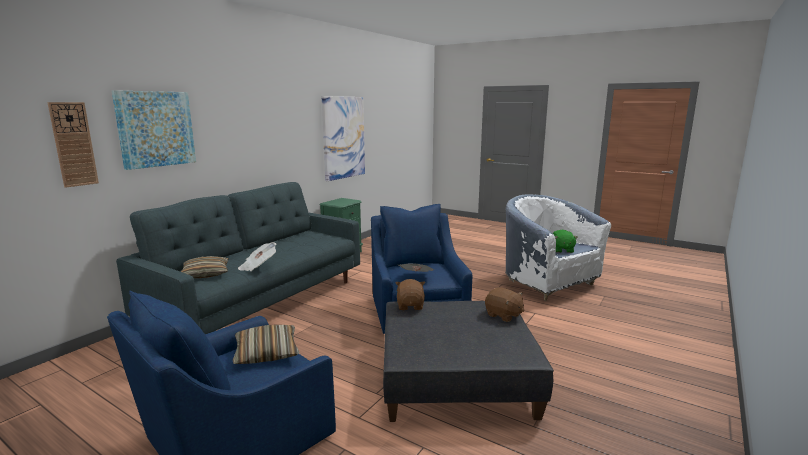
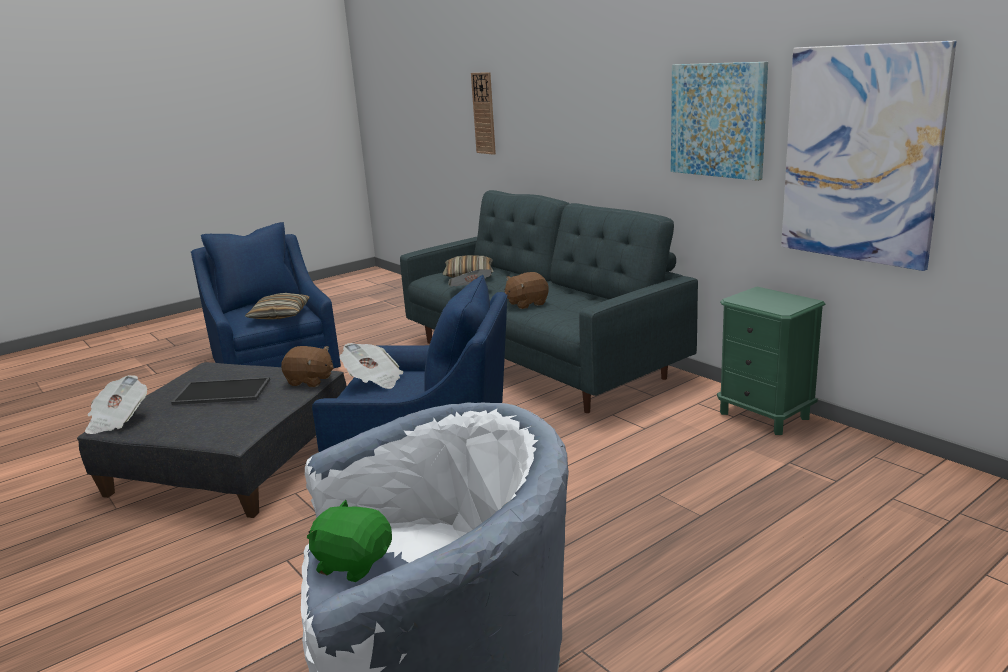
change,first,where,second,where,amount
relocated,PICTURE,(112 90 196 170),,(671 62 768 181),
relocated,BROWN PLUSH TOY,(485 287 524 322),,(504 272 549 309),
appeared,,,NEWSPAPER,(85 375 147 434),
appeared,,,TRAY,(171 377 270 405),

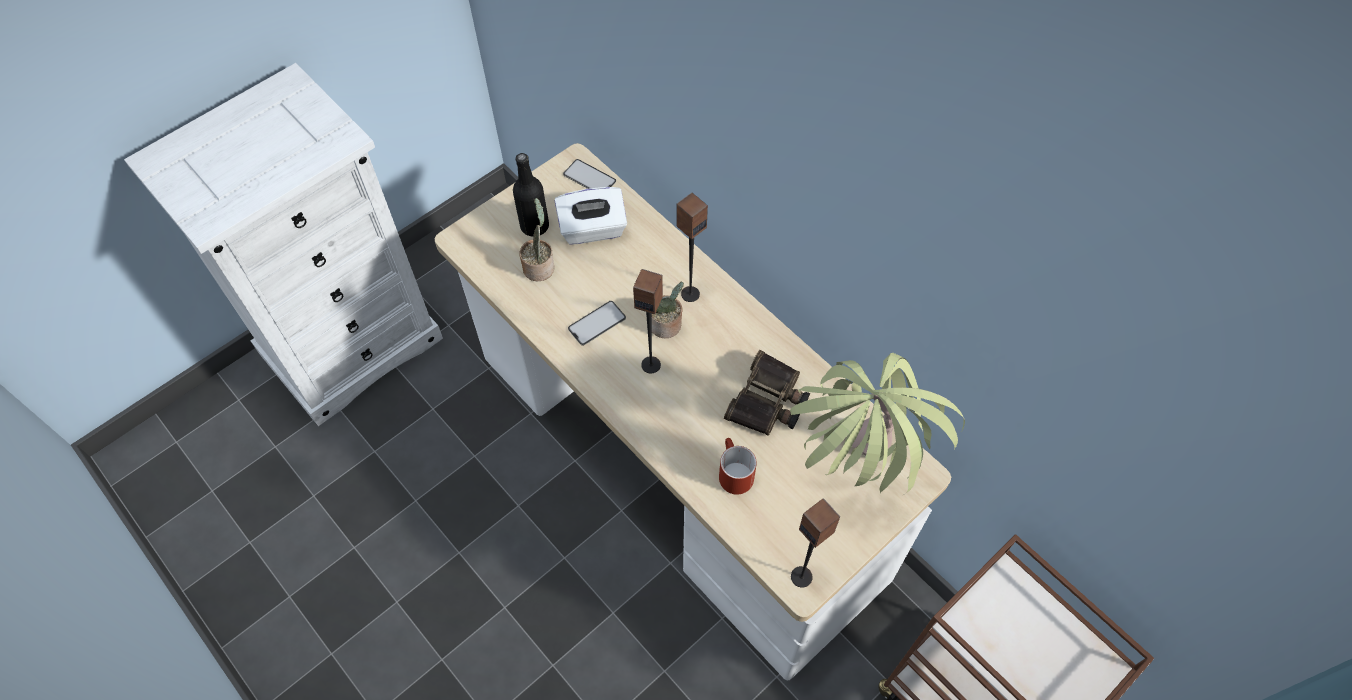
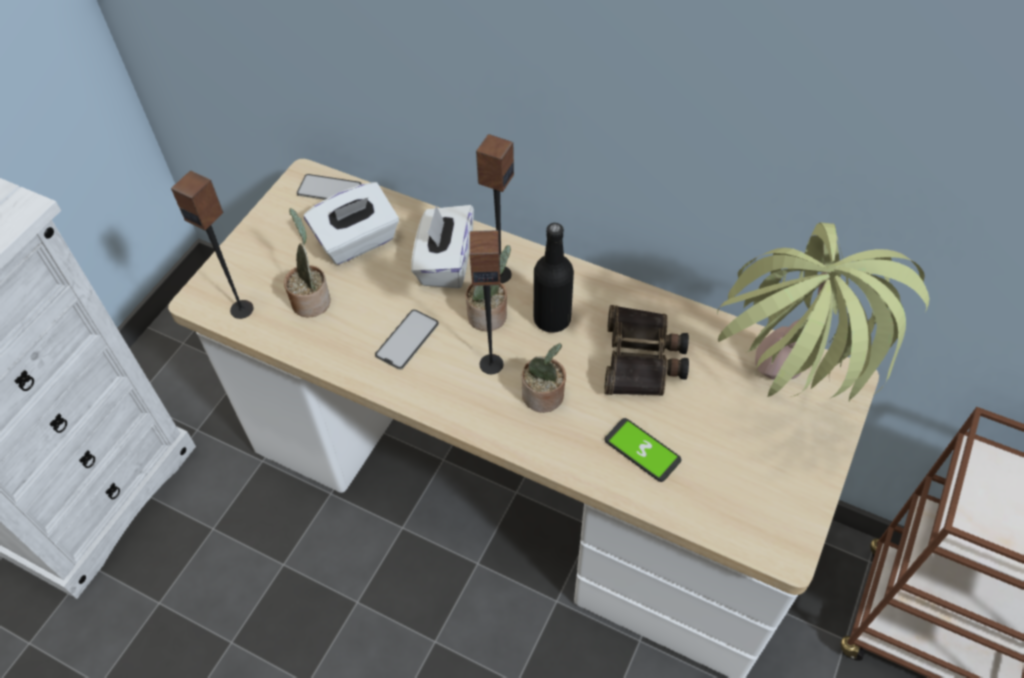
change,first,where,second,where,amount
relocated,BLACK BOTTLE,(513 153 549 237),,(534 223 574 333),
exchanged,RED MUG,(719 438 757 495),PHONE,(604 418 682 482),
relocated,SPEAKER,(791 498 840 588),,(171 171 253 319),
appeared,,,WHITE TISSUE BOX,(411 205 474 288),
appeared,,,POTTED PLANT,(522 343 566 413),

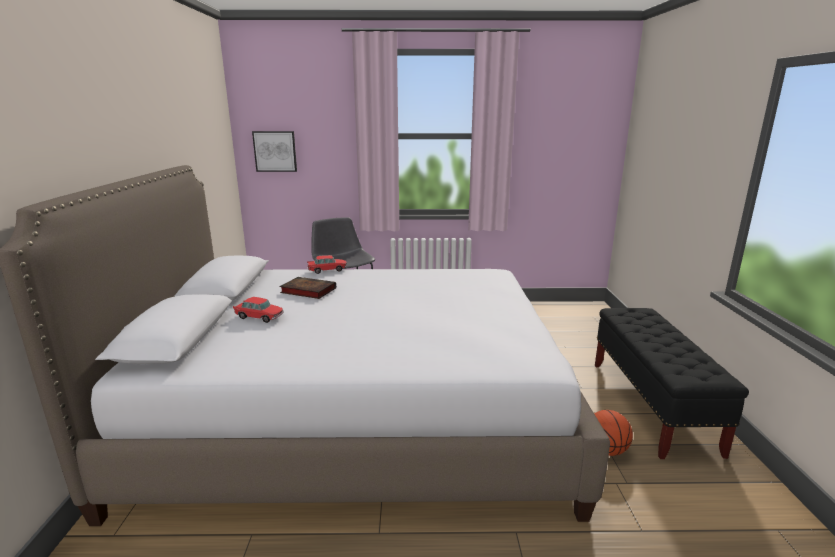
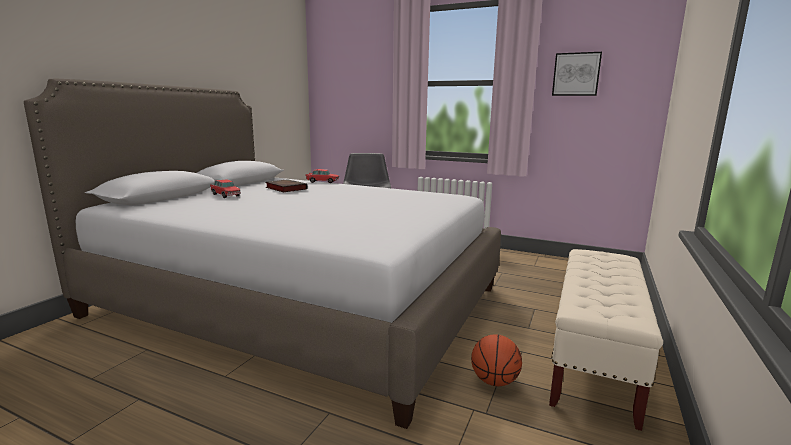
change,first,where,second,where,amount
relocated,PICTURE,(252 131 297 172),,(552 52 602 96),
colour,BLACK BENCH,(595 308 749 459),BEIGE BENCH,(549 249 663 431),

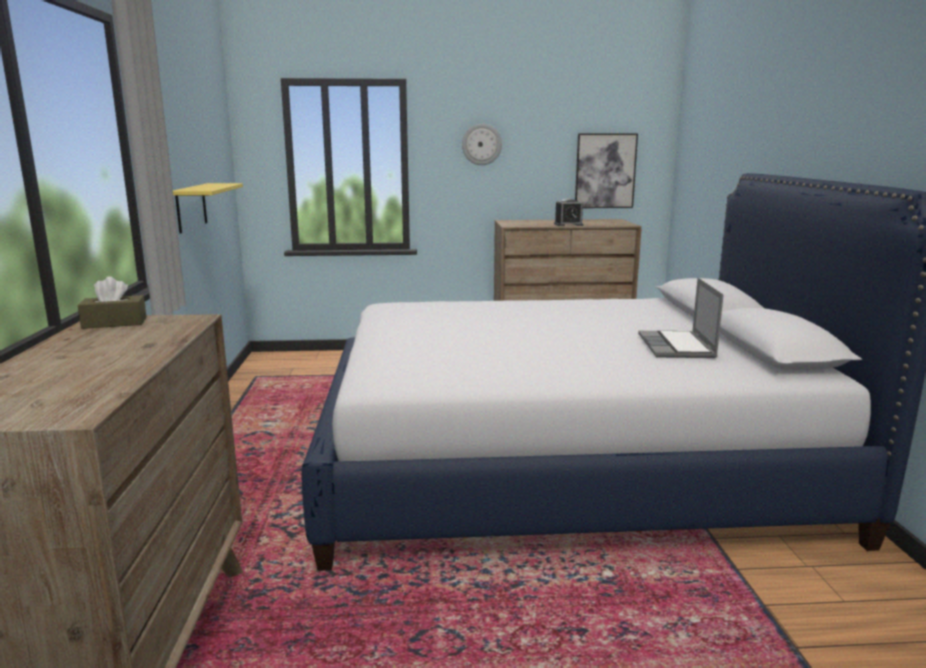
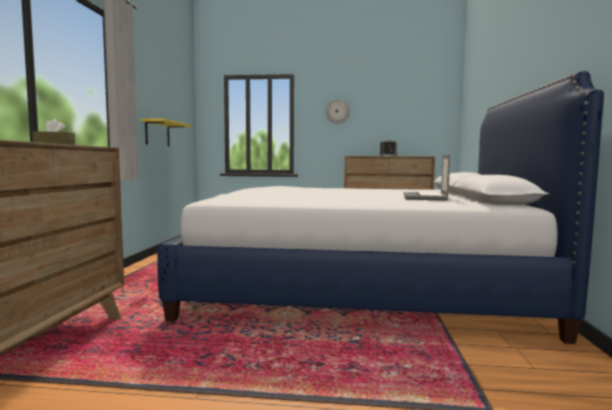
change,first,where,second,where,amount
missing,PICTURE,(575 134 638 208),,,

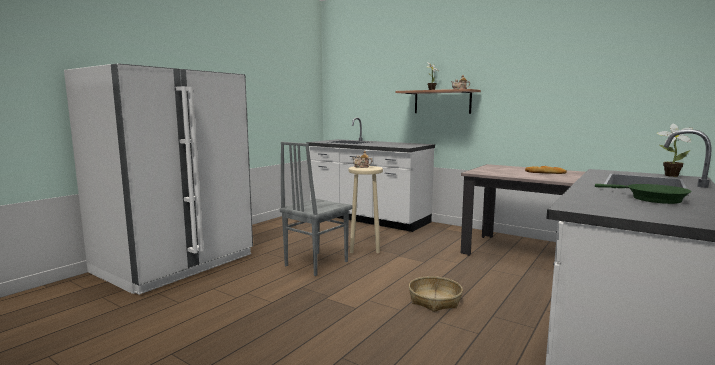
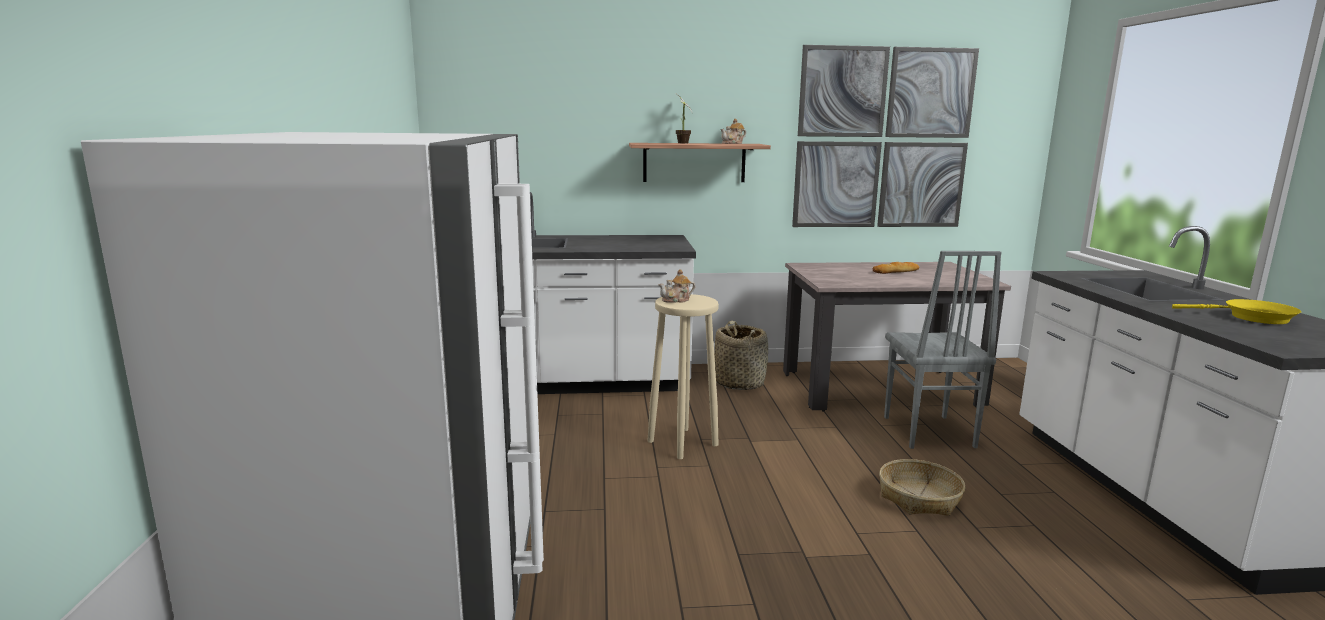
change,first,where,second,where,amount
relocated,GREY CHAIR,(280 142 353 276),,(884 251 1002 449),
colour,GREEN FRYING PAN,(595 184 692 204),YELLOW FRYING PAN,(1172 299 1301 324),
missing,POTTED PLANT,(657 124 693 177),,,
appeared,,,BASKET,(714 320 768 390),
appeared,,,PICTURE,(792 45 979 227),

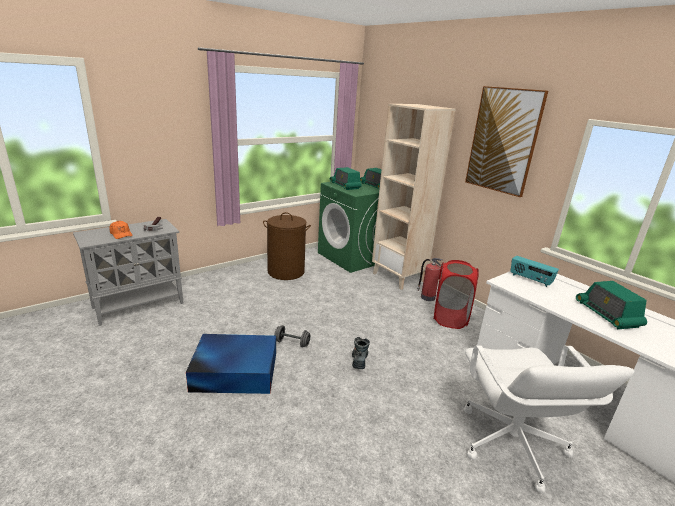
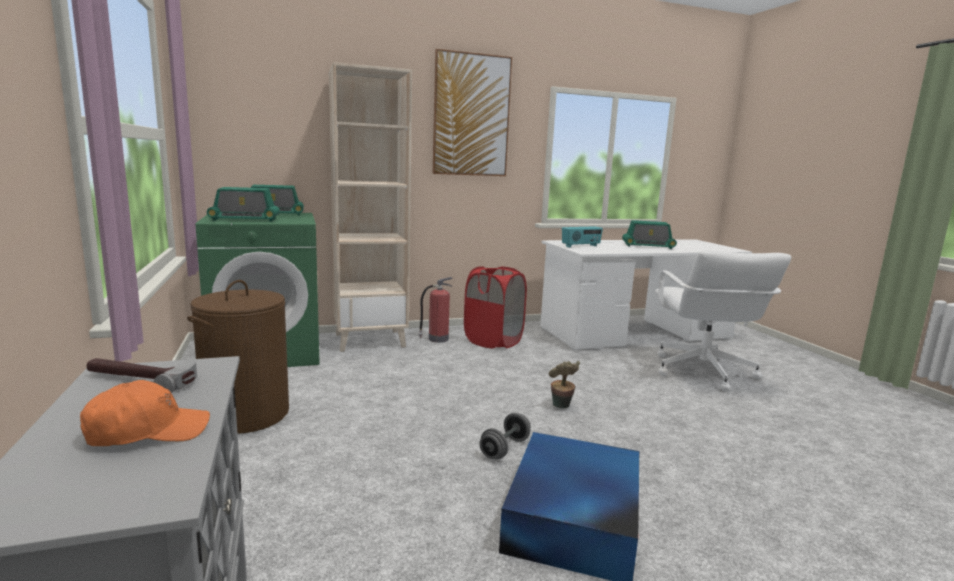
change,first,where,second,where,amount
exchanged,BOOT,(352 337 370 369),POTTED PLANT,(549 361 580 408),
spun,WHITE OFFICE CHAIR,(464 345 635 494),,(655 250 791 392),75 degrees clockwise

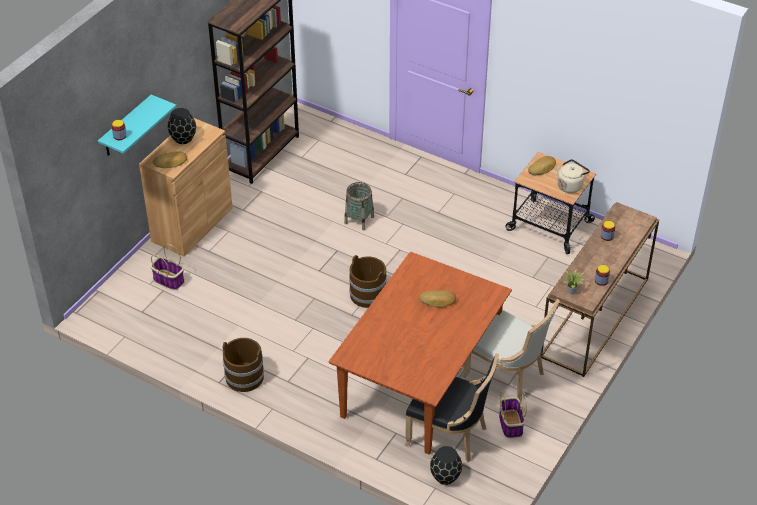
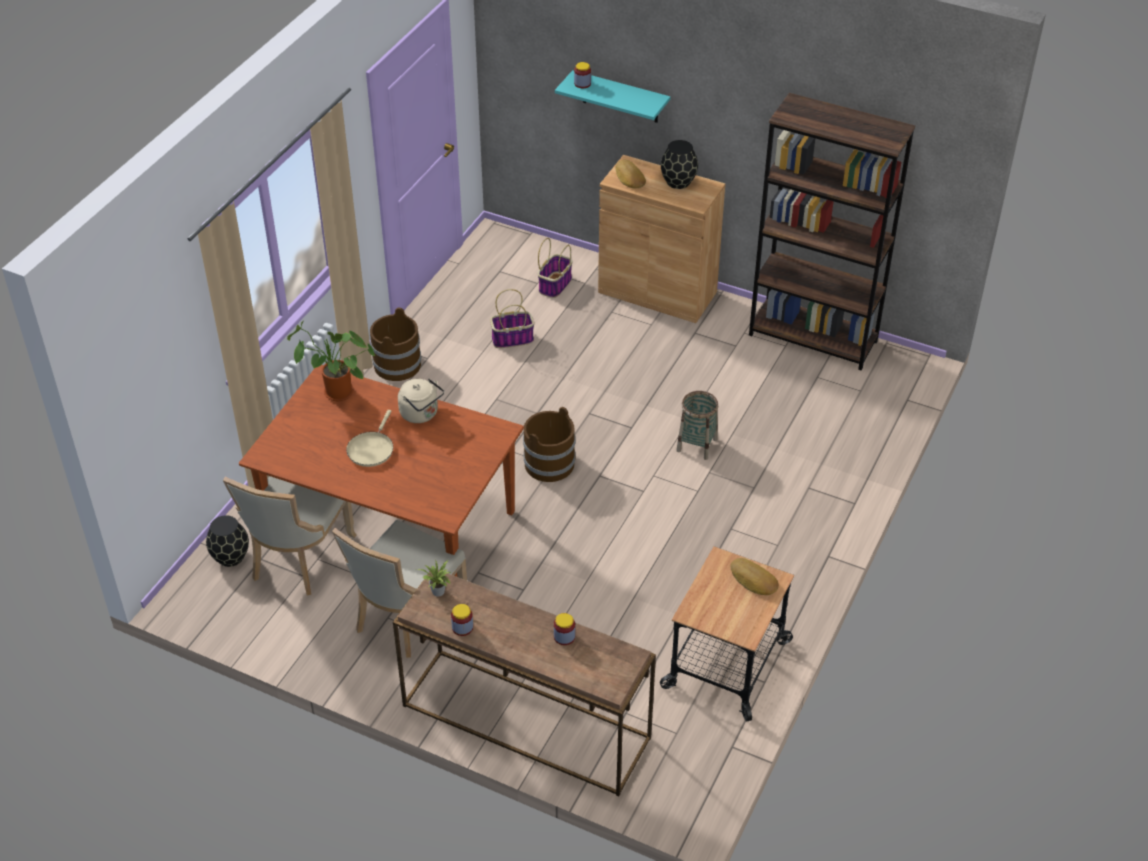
change,first,where,second,where,amount
colour,BLACK CHAIR,(404 353 499 462),BEIGE CHAIR,(223 476 357 596),
missing,BREAD,(419 290 456 307),,,
relocated,BASKET,(499 390 527 438),,(490 289 534 348),
relocated,BEIGE KETTLE,(557 159 590 193),,(398 378 444 423),
appeared,,,POTTED PLANT,(287 320 375 401),
appeared,,,BEIGE FRYING PAN,(346 410 393 467),

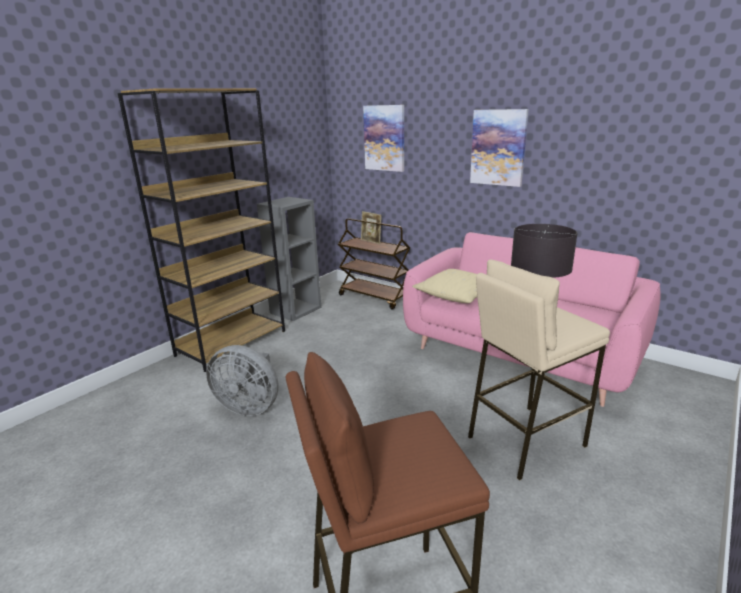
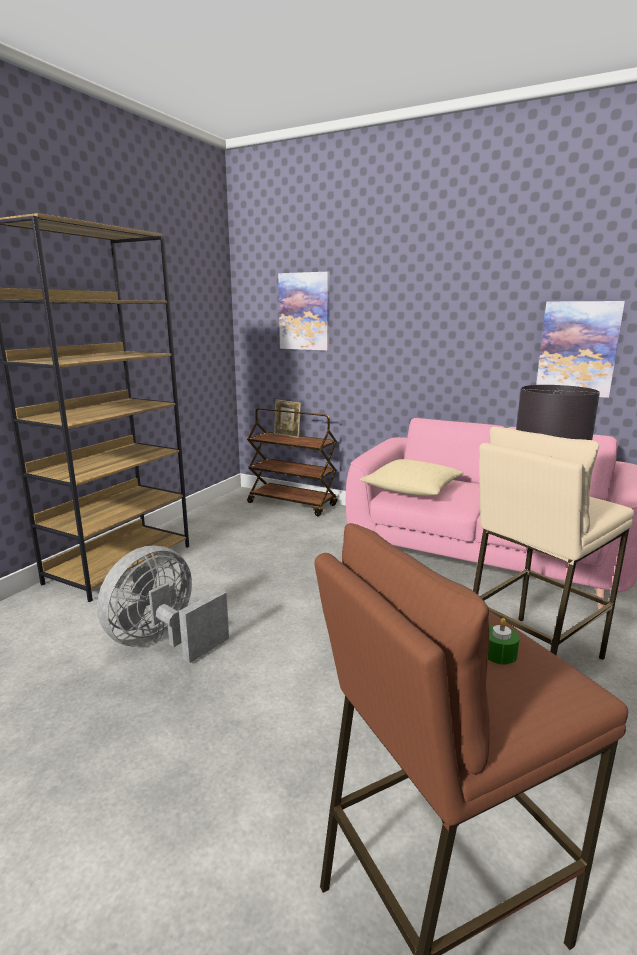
change,first,where,second,where,amount
spun,GREY FAN,(206 345 279 416),,(97 546 229 663),120 degrees clockwise
missing,GREY BOOKCASE,(257 197 321 321),,,
relocated,PICTURE,(470 109 529 187),,(536 301 625 398),
appeared,,,GREEN CANDLE,(488 618 520 665),

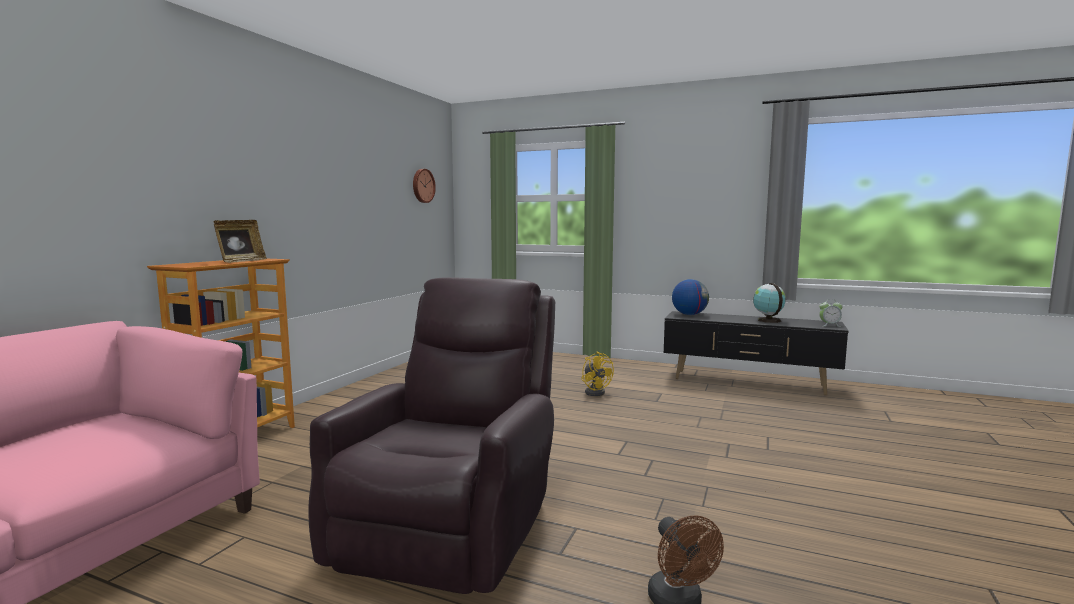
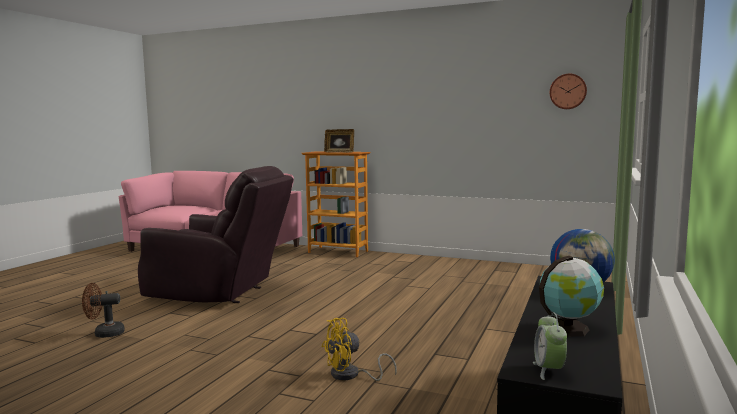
change,first,where,second,where,amount
relocated,YELLOW FAN,(582 351 614 396),,(321 318 397 381),

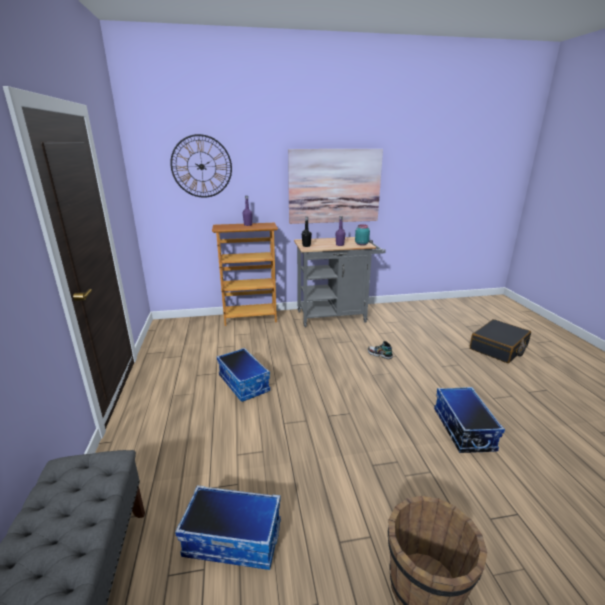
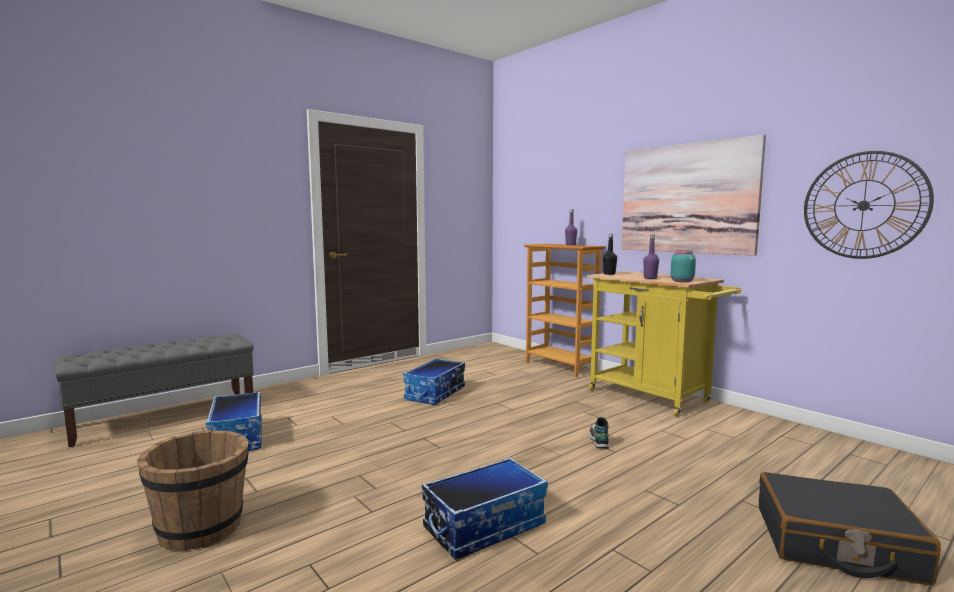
change,first,where,second,where,amount
relocated,WALL CLOCK,(170 134 232 198),,(804 151 934 259),
colour,GREY CART,(294 237 386 327),YELLOW CART,(587 271 741 417),

